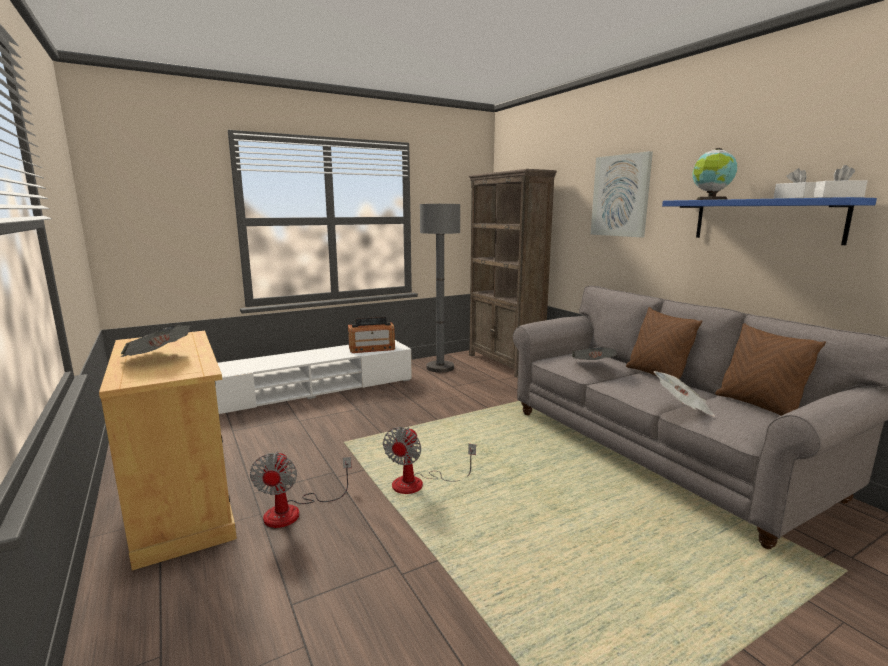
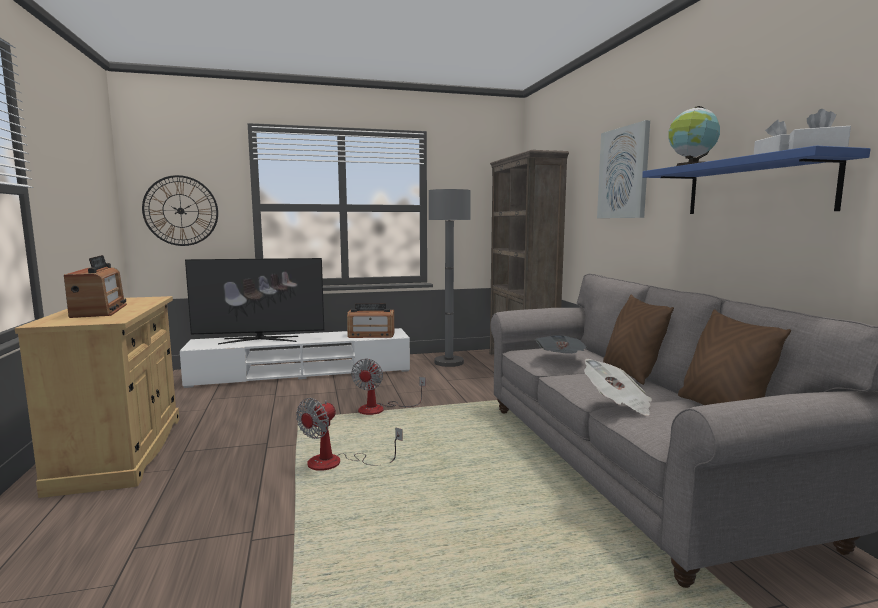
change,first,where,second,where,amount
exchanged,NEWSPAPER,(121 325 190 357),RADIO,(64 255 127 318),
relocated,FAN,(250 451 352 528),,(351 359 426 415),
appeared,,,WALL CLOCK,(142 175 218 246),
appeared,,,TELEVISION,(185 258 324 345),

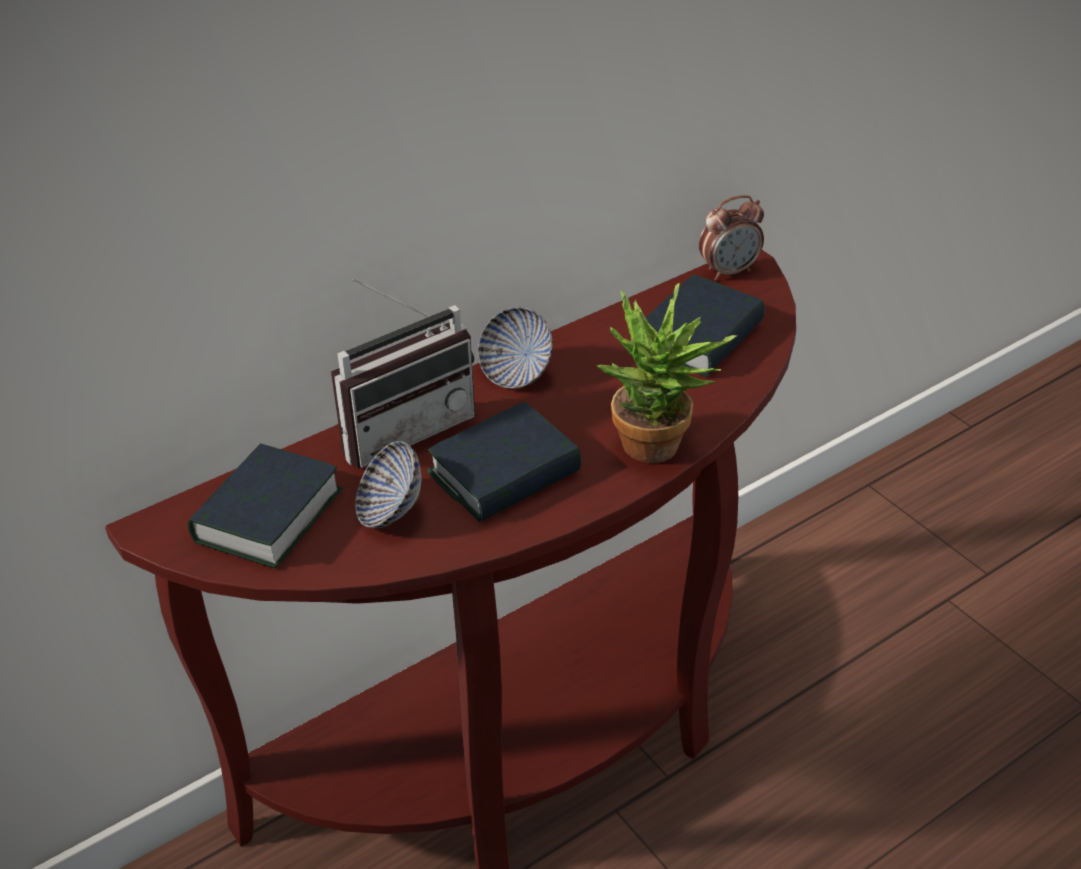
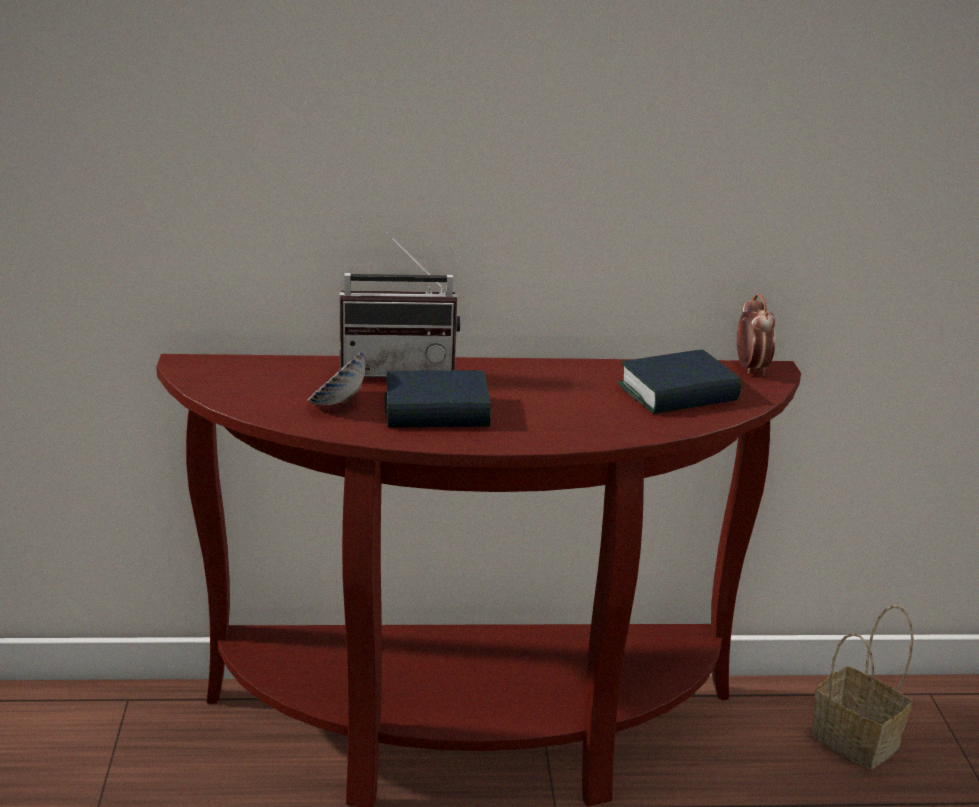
change,first,where,second,where,amount
missing,BOOK,(188 443 343 568),,,
missing,BOWL,(477 307 553 389),,,
missing,POTTED PLANT,(597 283 738 463),,,
spun,ALARM CLOCK,(699 195 764 280),,(737 293 776 376),105 degrees counterclockwise
appeared,,,BASKET,(811 605 914 770),

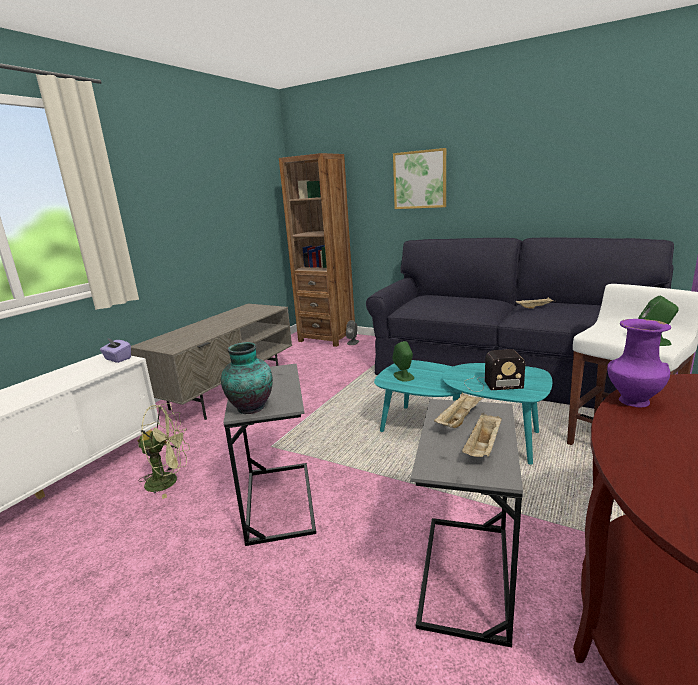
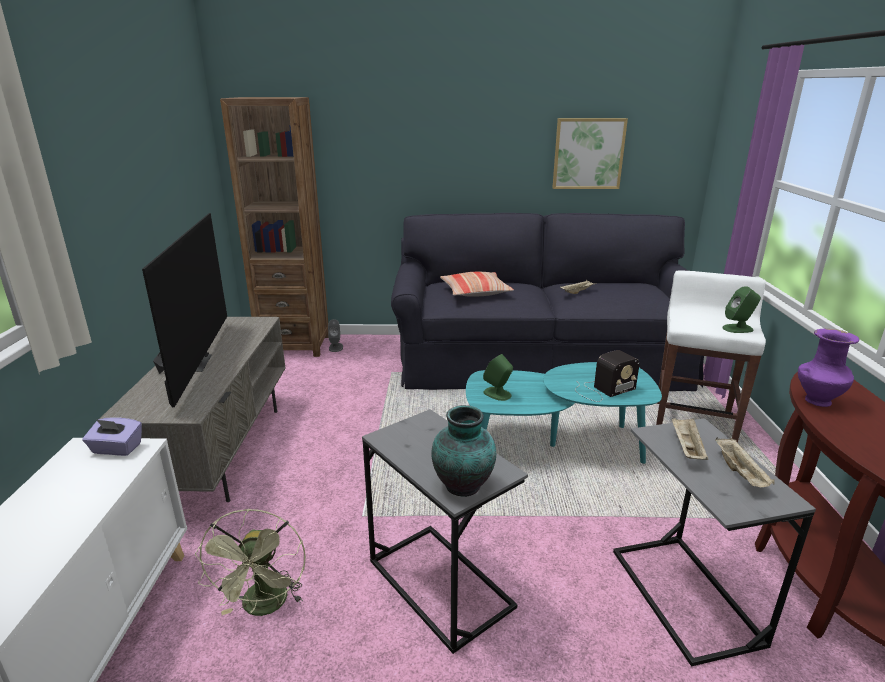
change,first,where,second,where,amount
spun,GREEN FAN,(137 403 190 499),,(195 509 306 616),120 degrees clockwise
relocated,PICTURE,(393 148 446 209),,(552 118 628 189),
appeared,,,TELEVISION,(142 213 227 407),
appeared,,,PILLOW,(440 272 514 297),

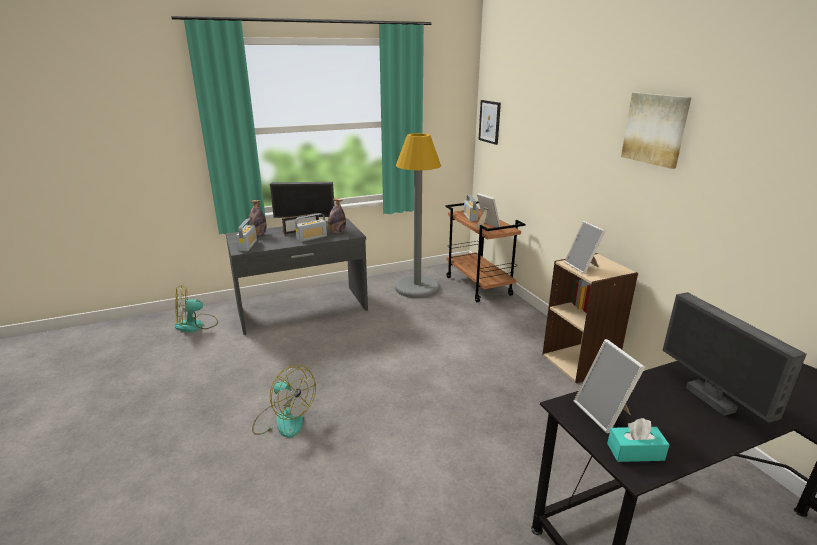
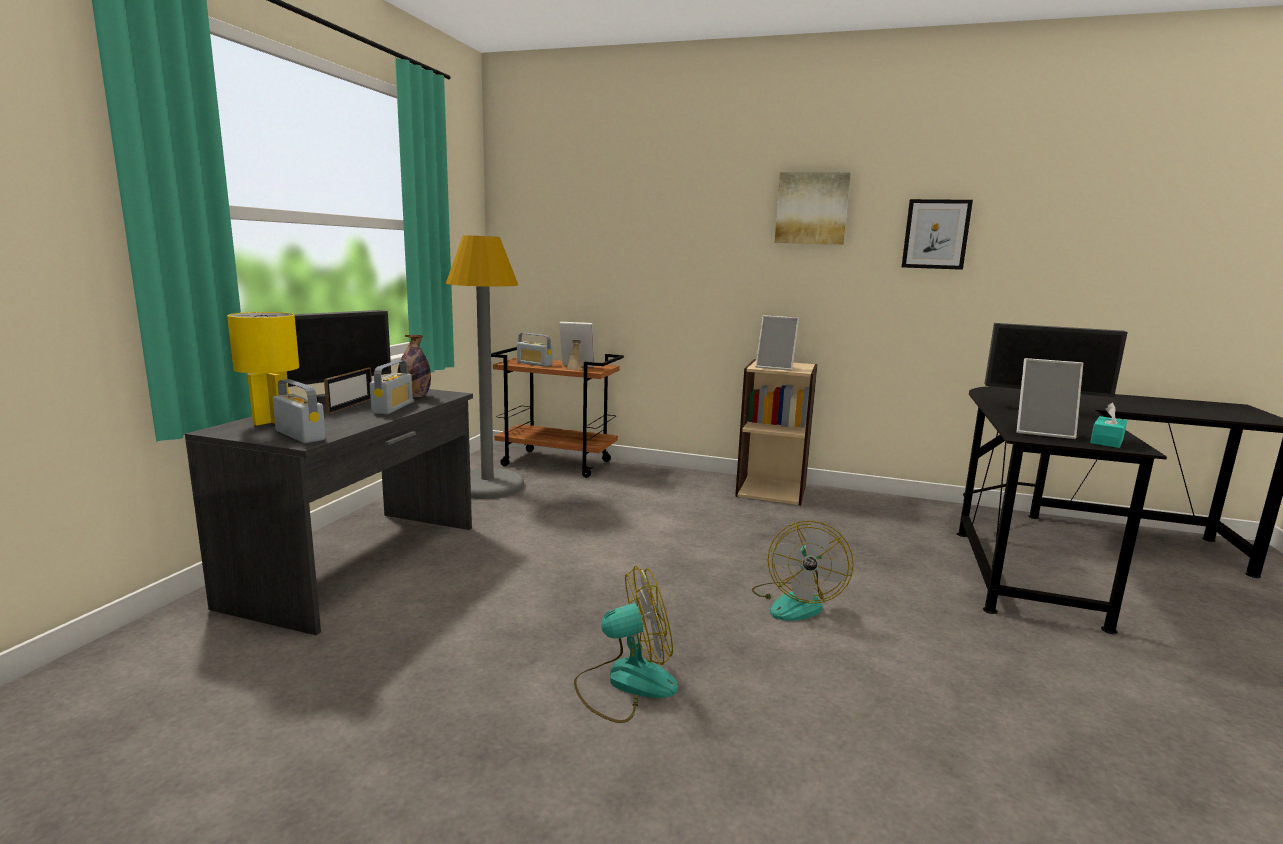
change,first,where,second,where,amount
relocated,FAN,(175 285 218 332),,(752 521 854 621),
exchanged,BOTTLE,(248 200 266 236),YELLOW TABLE LAMP,(227 312 299 426),
relocated,PICTURE,(479 100 501 145),,(902 199 973 270),

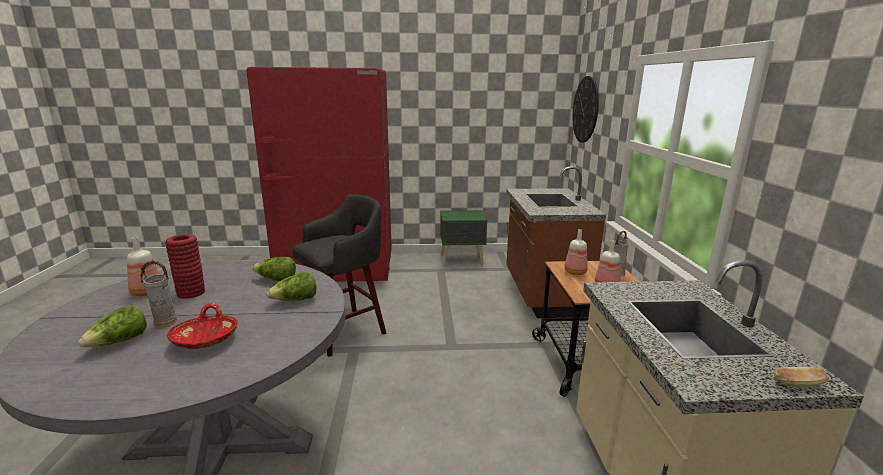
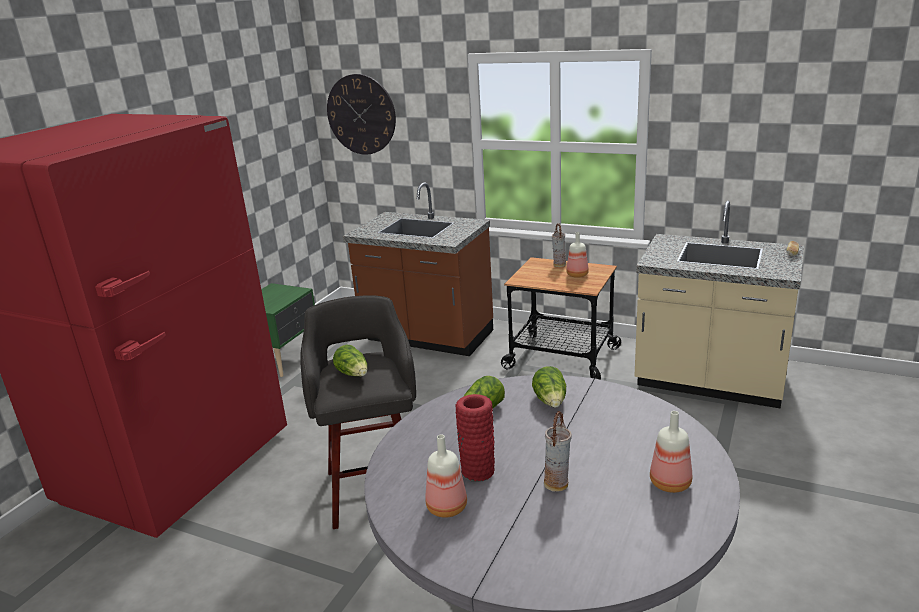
change,first,where,second,where,amount
relocated,LETTUCE,(78 306 147 347),,(333 345 367 376),
missing,RED BOWL,(167 303 237 349),,,
relocated,BOTTLE,(564 229 588 275),,(650 411 692 493),

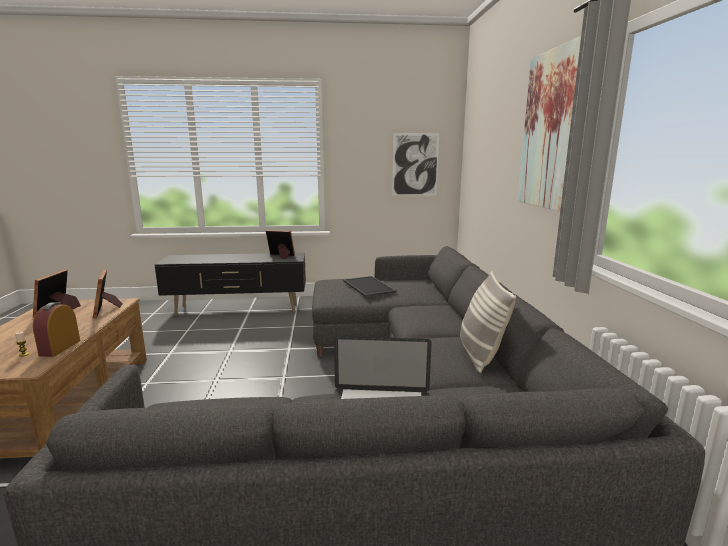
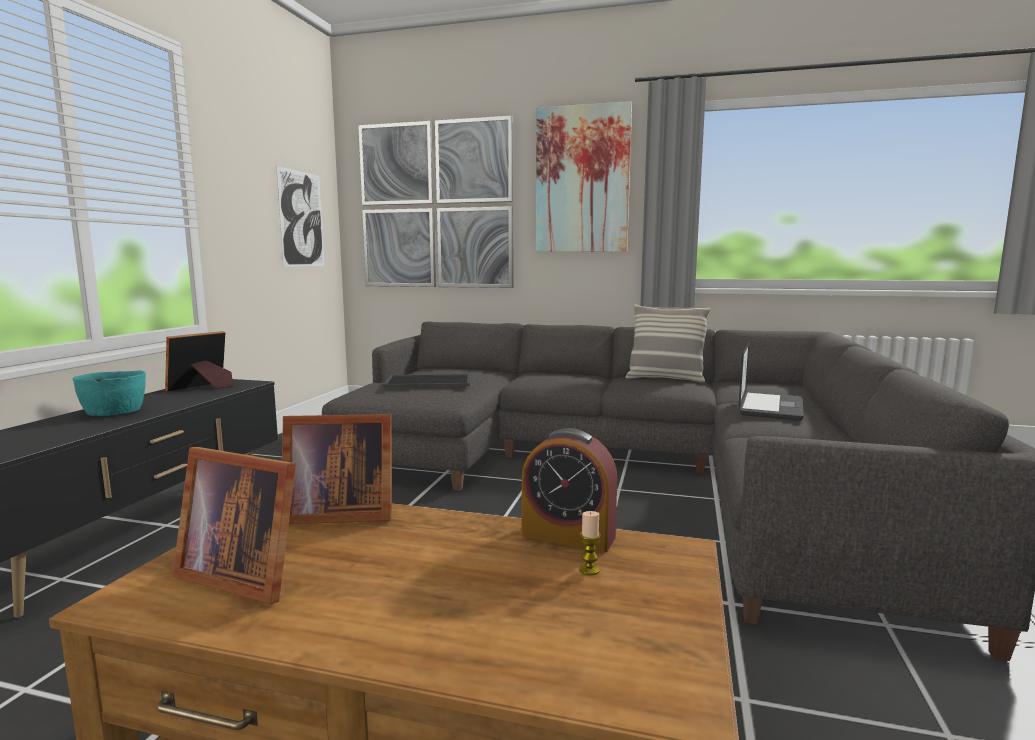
change,first,where,second,where,amount
appeared,,,TURQUOISE BOWL,(73 370 146 416),
appeared,,,PICTURE,(358 115 513 288),

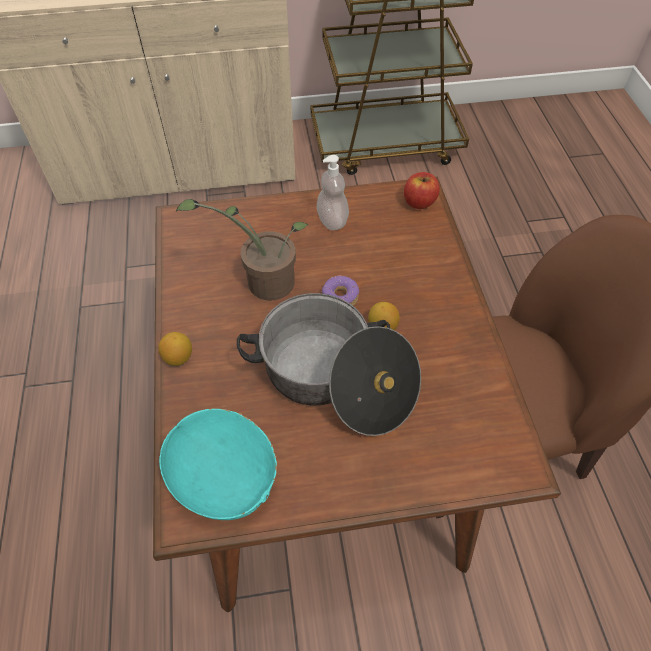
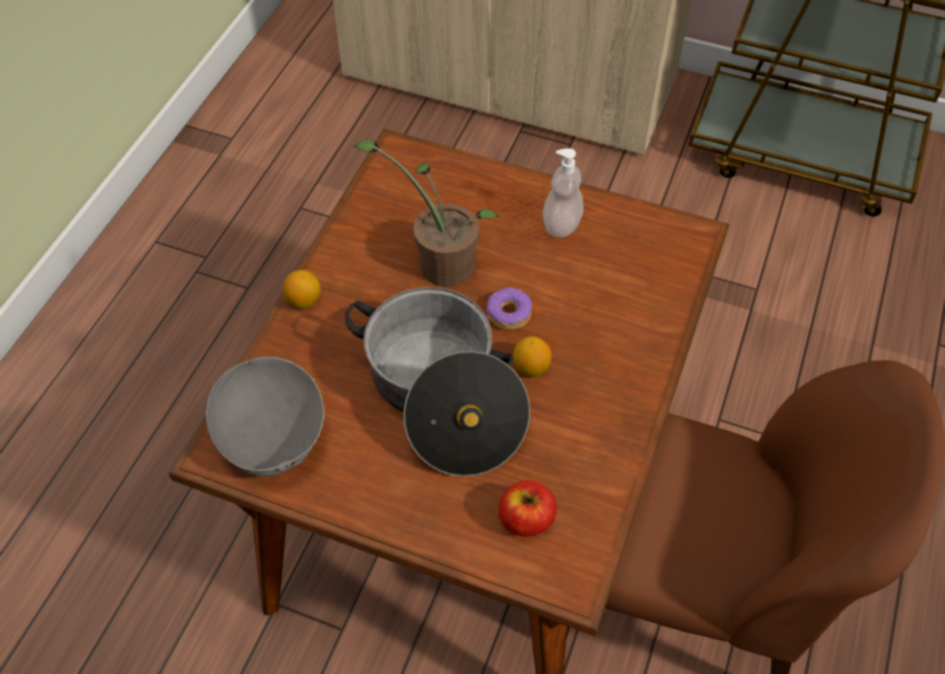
change,first,where,second,where,amount
colour,TURQUOISE BOWL,(159 408 277 520),GREY BOWL,(206 357 325 477),
relocated,APPLE,(404 172 440 209),,(498 480 557 537),

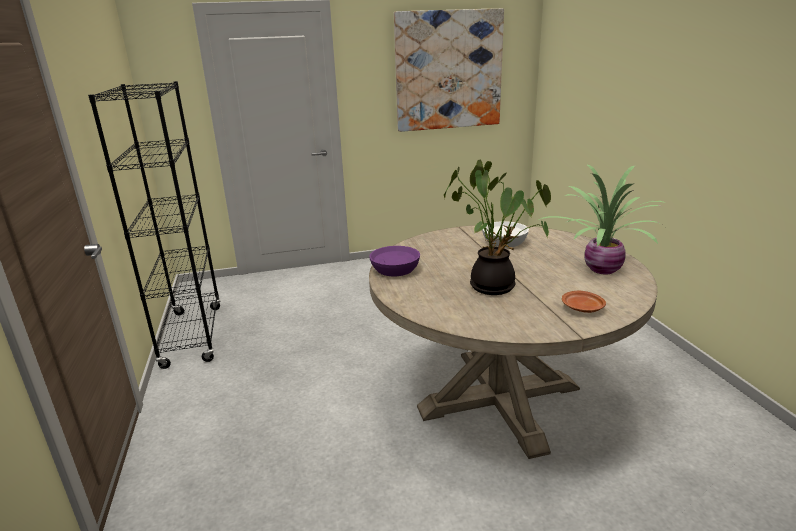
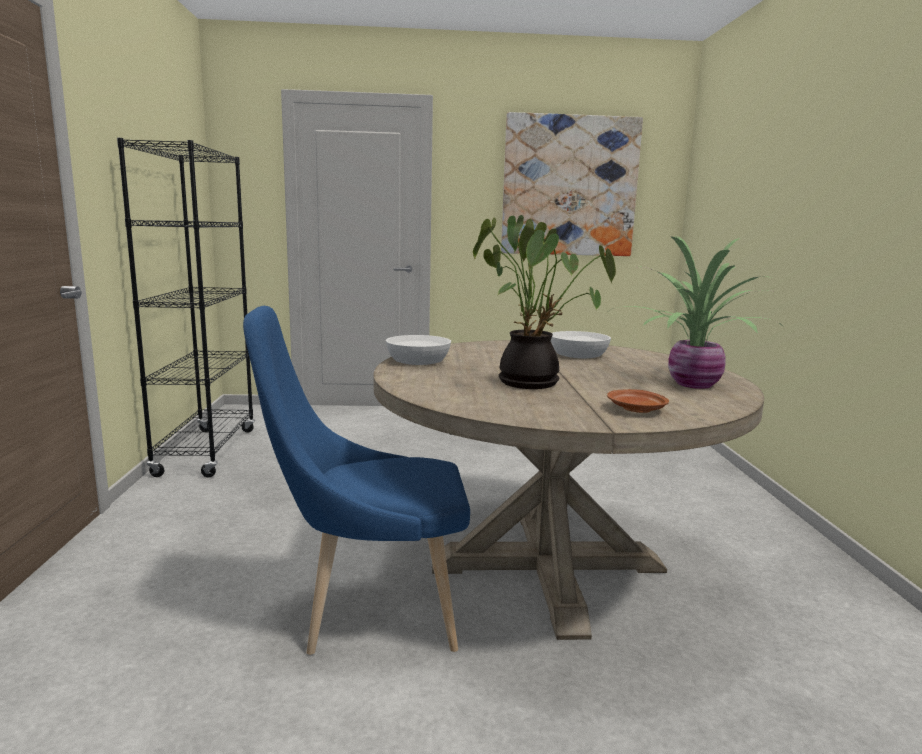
change,first,where,second,where,amount
colour,PURPLE BOWL,(369 246 420 276),WHITE BOWL,(386 335 451 365),
appeared,,,BLUE CHAIR,(243 306 470 655),

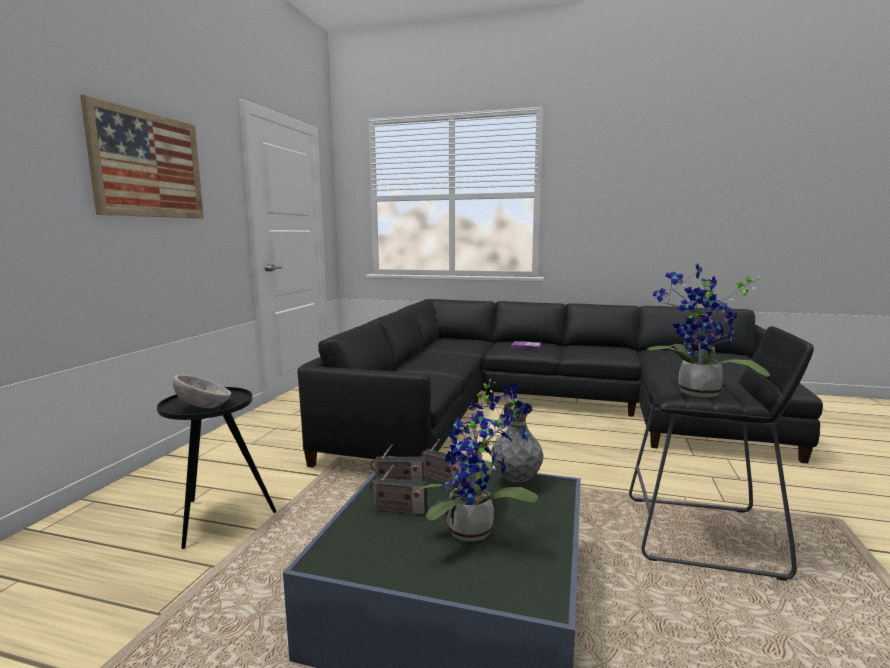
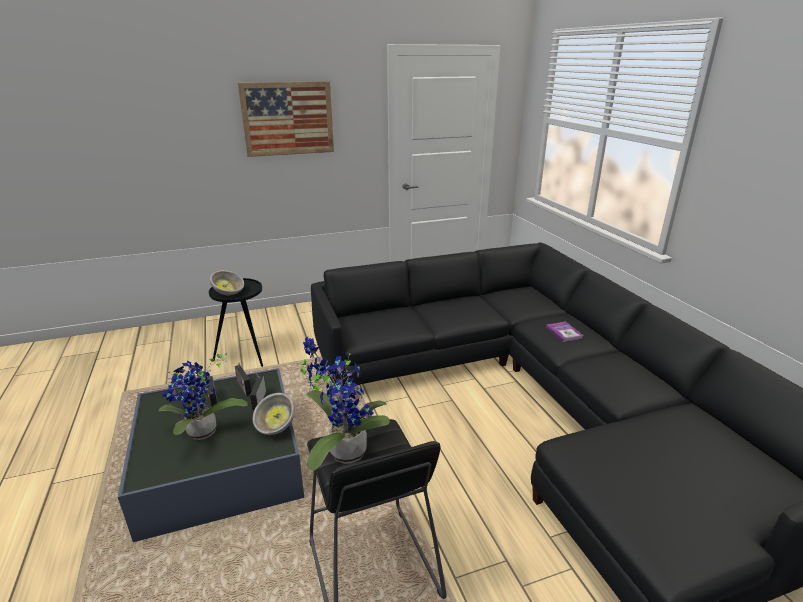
change,first,where,second,where,amount
exchanged,GREY VASE,(491 402 544 483),BOWL,(253 393 295 435),

